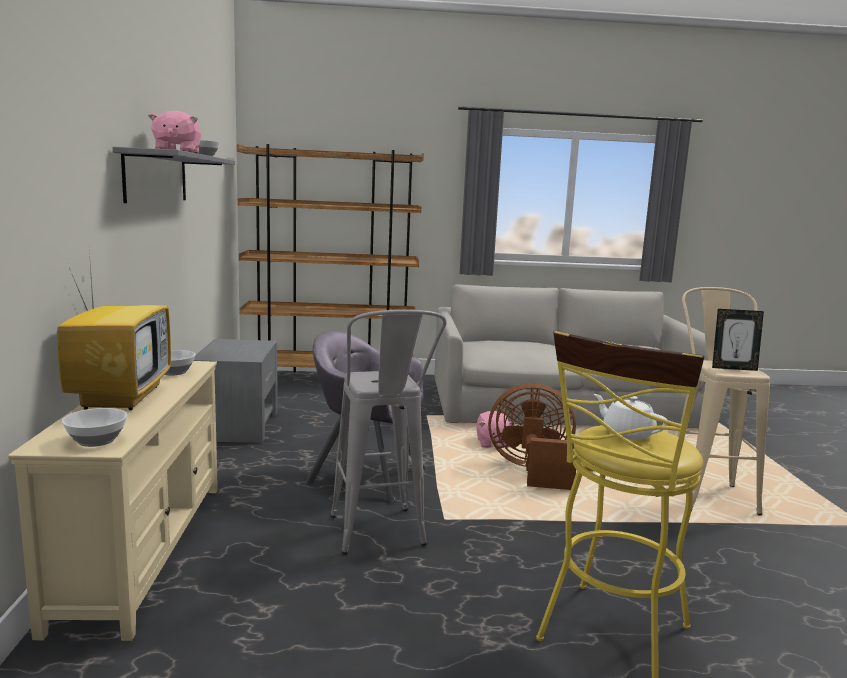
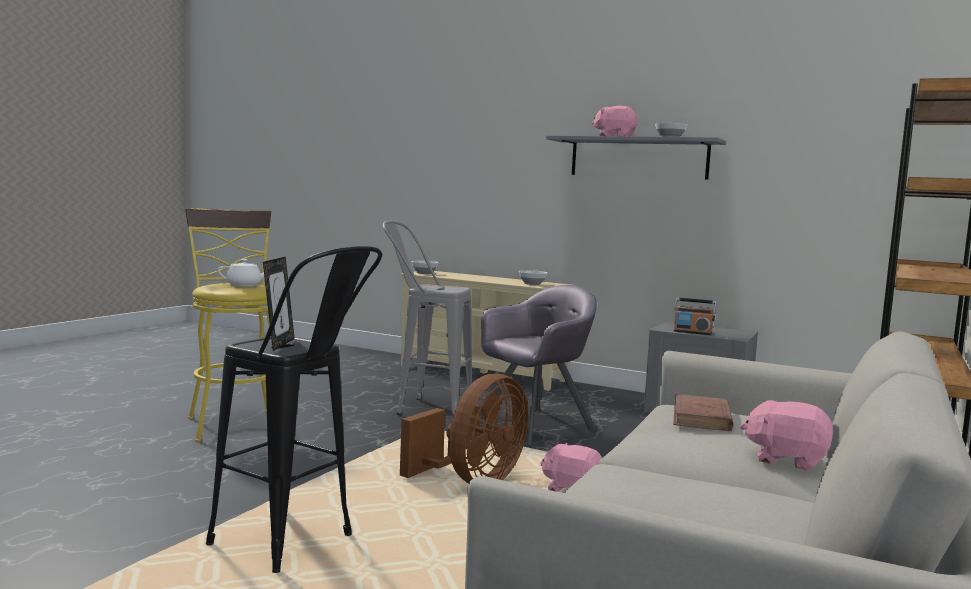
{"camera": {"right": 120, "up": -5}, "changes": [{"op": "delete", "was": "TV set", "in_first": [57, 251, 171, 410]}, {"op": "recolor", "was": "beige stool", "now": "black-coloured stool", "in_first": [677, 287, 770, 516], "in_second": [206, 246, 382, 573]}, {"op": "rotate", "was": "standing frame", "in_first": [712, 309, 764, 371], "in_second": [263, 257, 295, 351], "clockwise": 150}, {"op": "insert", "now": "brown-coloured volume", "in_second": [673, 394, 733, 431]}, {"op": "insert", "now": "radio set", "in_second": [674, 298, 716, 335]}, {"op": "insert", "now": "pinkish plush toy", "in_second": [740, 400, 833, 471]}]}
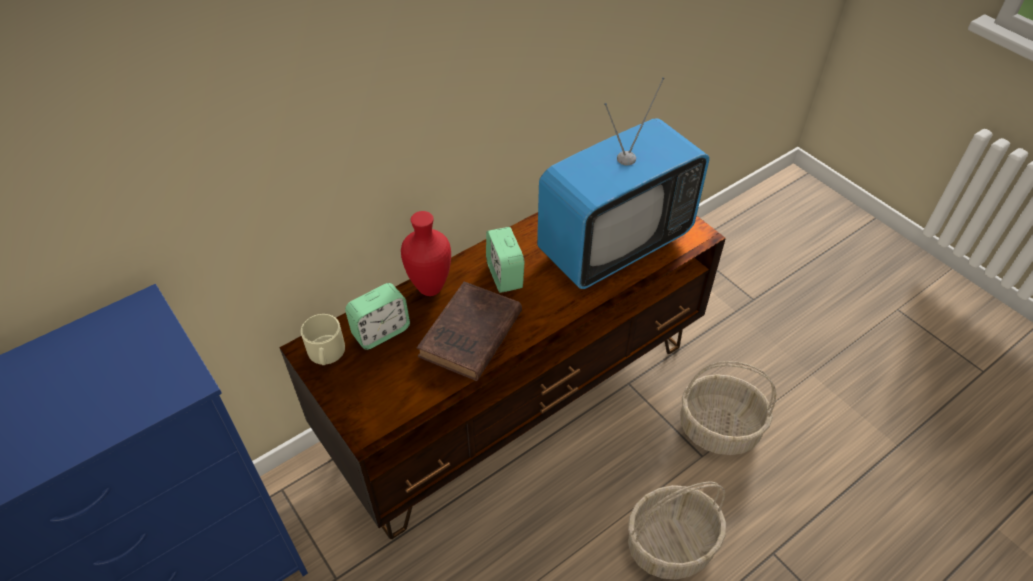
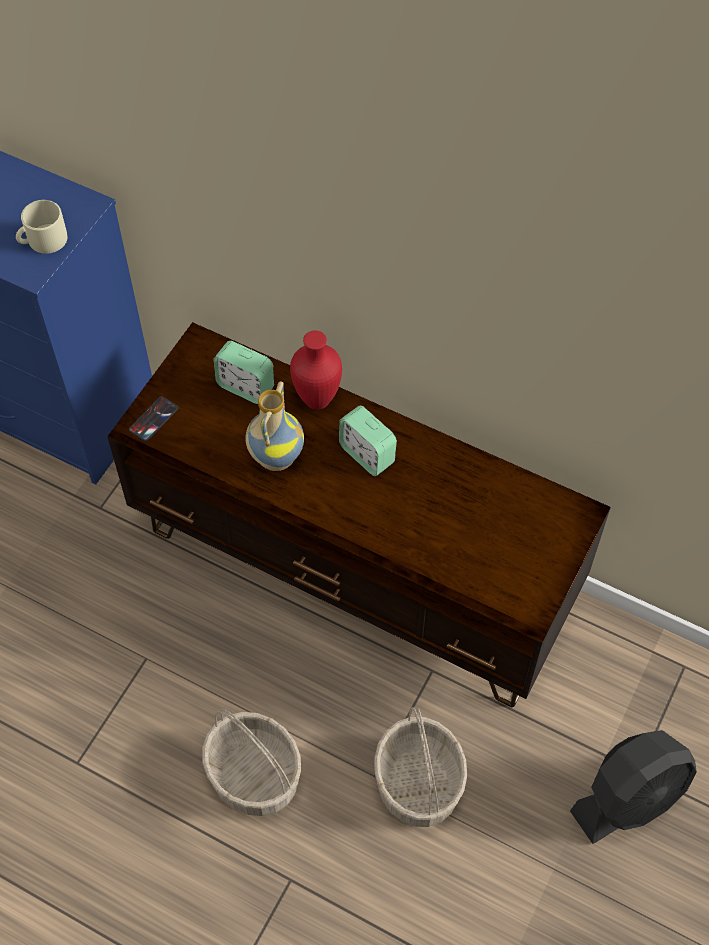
{"camera": {"right": 65, "up": 10}, "changes": [{"op": "move", "was": "beige mug", "in_first": [301, 314, 345, 365], "in_second": [16, 200, 68, 254]}, {"op": "replace", "was": "brown-coloured volume", "now": "decorative vase", "in_first": [417, 282, 522, 381], "in_second": [245, 381, 304, 471]}, {"op": "rotate", "was": "alarm clock", "in_first": [486, 227, 524, 293], "in_second": [339, 406, 397, 476], "clockwise": -90}, {"op": "delete", "was": "TV set", "in_first": [537, 77, 710, 289]}, {"op": "insert", "now": "handset", "in_second": [129, 396, 179, 442]}, {"op": "insert", "now": "black-coloured electric fan", "in_second": [570, 730, 697, 844]}]}
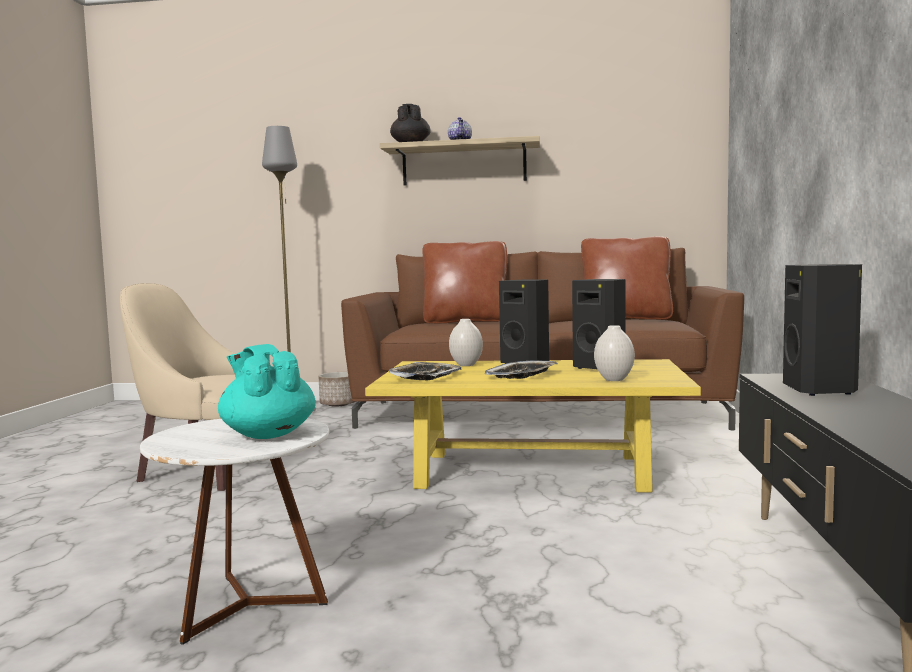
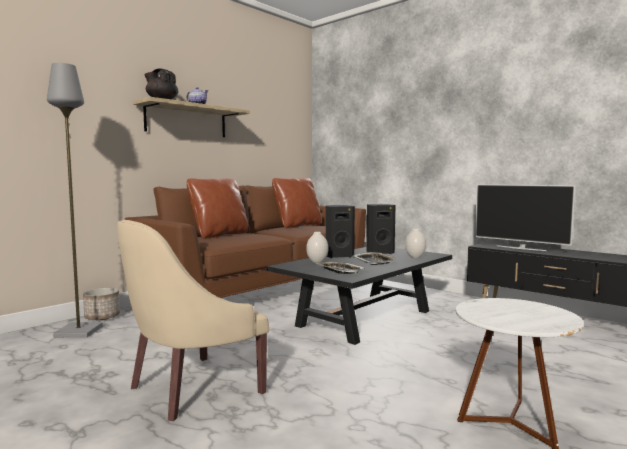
{"camera": {"right": -55, "up": 0}, "changes": [{"op": "delete", "was": "blue-green teapot", "in_first": [218, 344, 316, 439]}, {"op": "recolor", "was": "yellow-coloured low table", "now": "black-coloured low table", "in_first": [365, 359, 701, 493], "in_second": [267, 247, 452, 345]}, {"op": "replace", "was": "black-coloured speaker", "now": "TV set", "in_first": [783, 264, 862, 396], "in_second": [475, 184, 575, 251]}]}
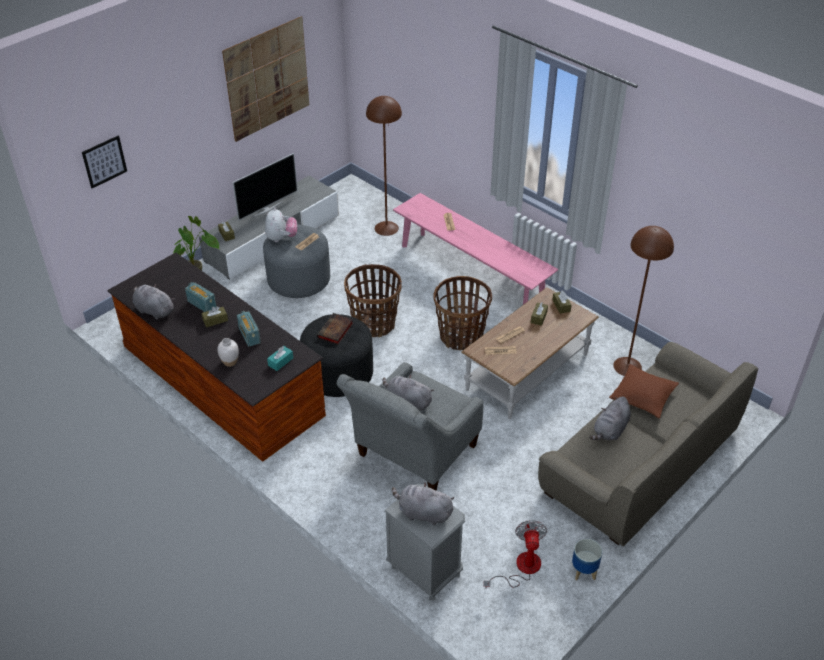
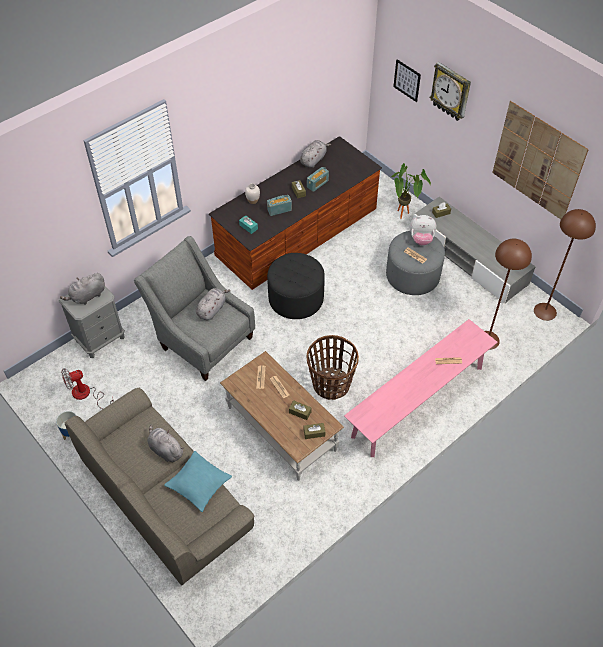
{"camera": {"right": 95, "up": 10}, "changes": [{"op": "delete", "was": "TV set", "in_first": [232, 153, 298, 221]}, {"op": "delete", "was": "volume", "in_first": [317, 313, 353, 345]}, {"op": "delete", "was": "basket", "in_first": [344, 264, 402, 337]}, {"op": "rotate", "was": "gray plush toy", "in_first": [392, 482, 454, 526], "in_second": [60, 273, 105, 305], "clockwise": -150}, {"op": "rotate", "was": "electric fan", "in_first": [483, 520, 547, 589], "in_second": [61, 368, 114, 409], "clockwise": 150}, {"op": "recolor", "was": "brown-coloured throw pillow", "now": "blue-green throw pillow", "in_first": [609, 364, 679, 418], "in_second": [164, 451, 232, 512]}, {"op": "move", "was": "brown-coloured standard lamp", "in_first": [613, 226, 674, 376], "in_second": [534, 209, 596, 321]}, {"op": "insert", "now": "wall clock", "in_second": [430, 62, 471, 121]}]}
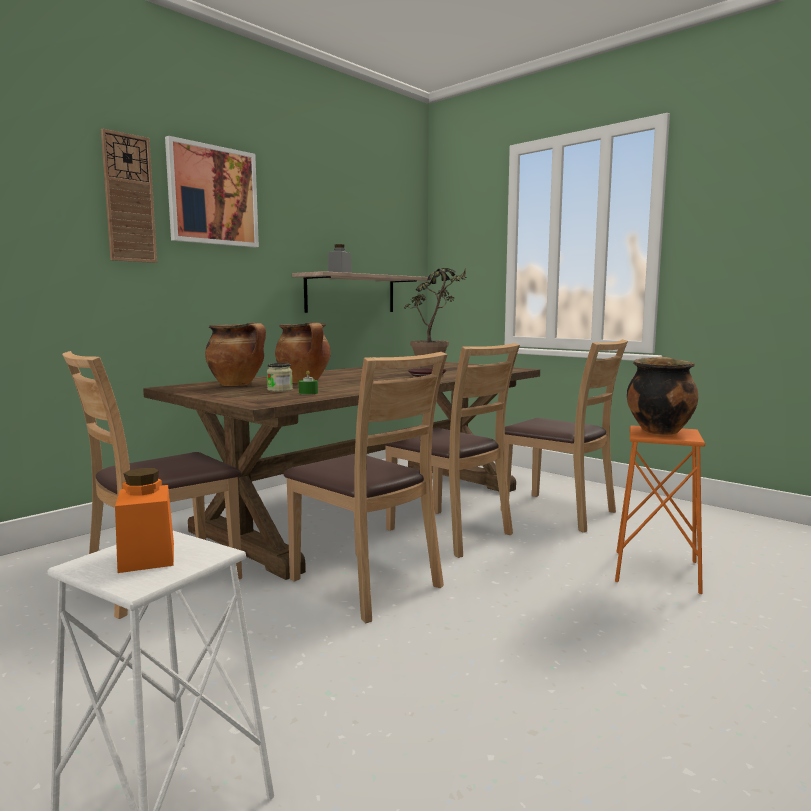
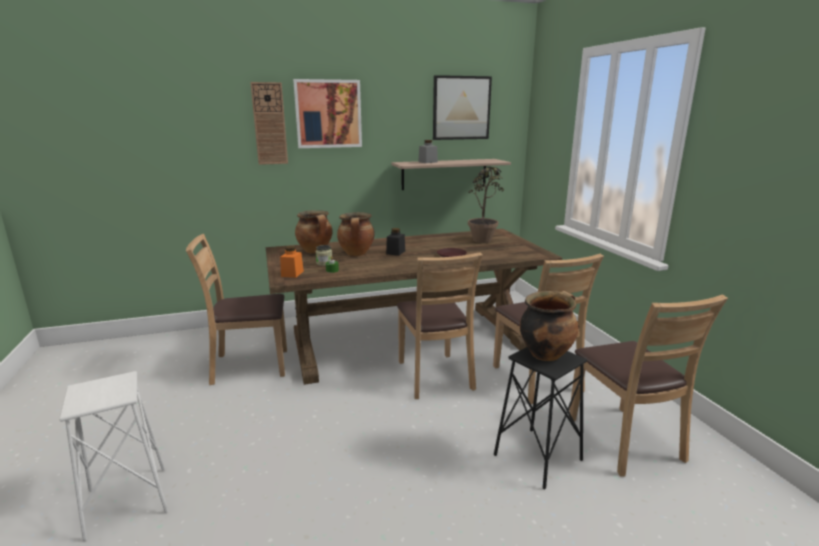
{"camera": {"right": 30, "up": 10}, "changes": [{"op": "move", "was": "orangey storage jar", "in_first": [115, 468, 174, 573], "in_second": [280, 246, 304, 278]}, {"op": "move", "was": "brown-coloured upright chair", "in_first": [283, 352, 448, 623], "in_second": [569, 294, 728, 477]}, {"op": "recolor", "was": "orangey stool", "now": "black-coloured stool", "in_first": [615, 425, 705, 594], "in_second": [494, 347, 587, 490]}, {"op": "insert", "now": "black-coloured storage jar", "in_second": [386, 228, 405, 256]}, {"op": "insert", "now": "wall picture", "in_second": [433, 75, 492, 140]}]}
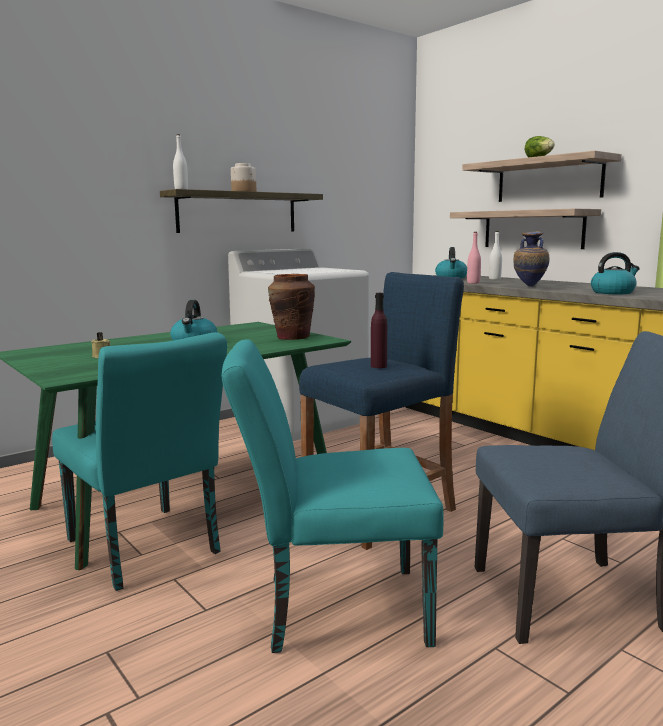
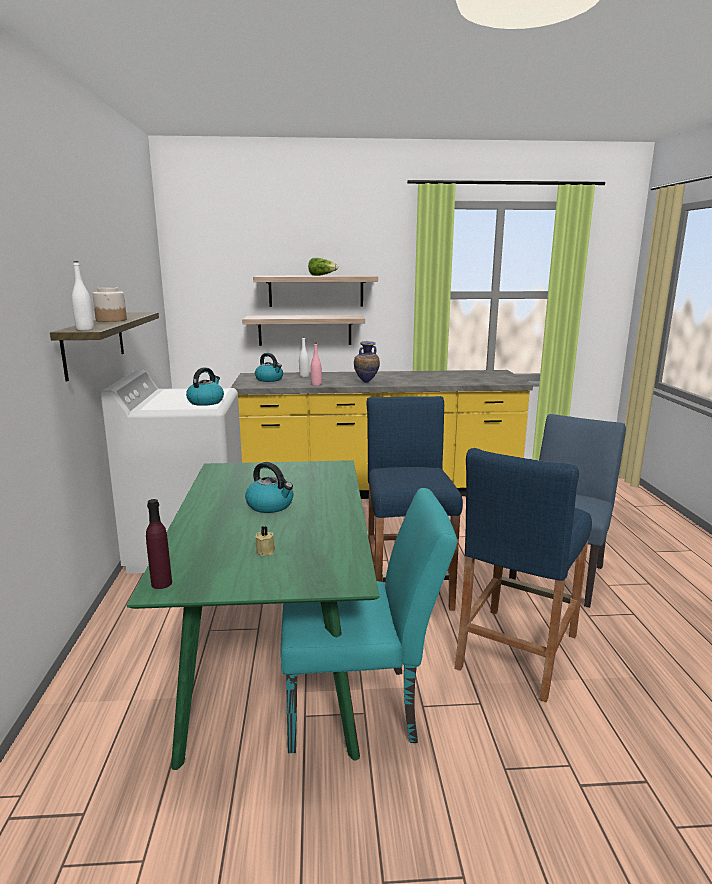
{"camera": {"right": -55, "up": 5}, "changes": [{"op": "replace", "was": "blue-green upright chair", "now": "bluish stool", "in_first": [222, 339, 444, 653], "in_second": [454, 448, 592, 702]}, {"op": "delete", "was": "brown-coloured decorative vase", "in_first": [268, 274, 315, 340]}, {"op": "move", "was": "purple-coloured drink bottle", "in_first": [371, 293, 387, 368], "in_second": [146, 499, 172, 589]}, {"op": "move", "was": "kettle", "in_first": [591, 252, 640, 294], "in_second": [186, 368, 224, 406]}]}
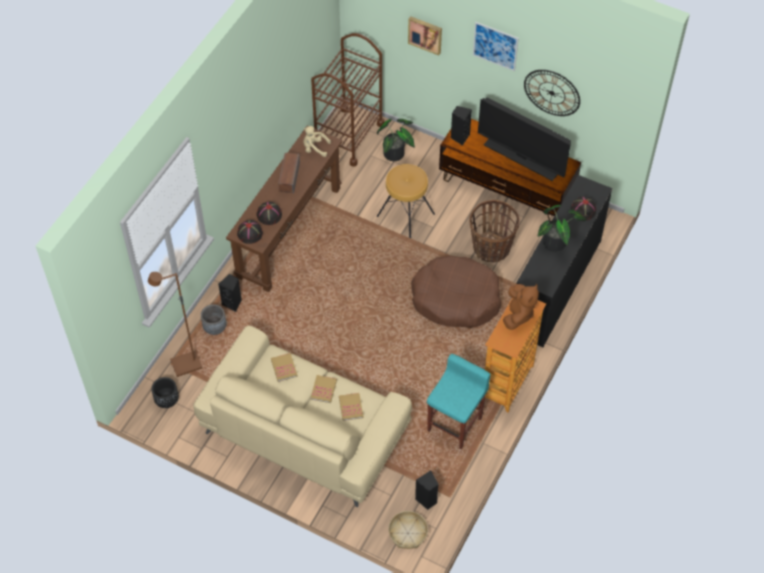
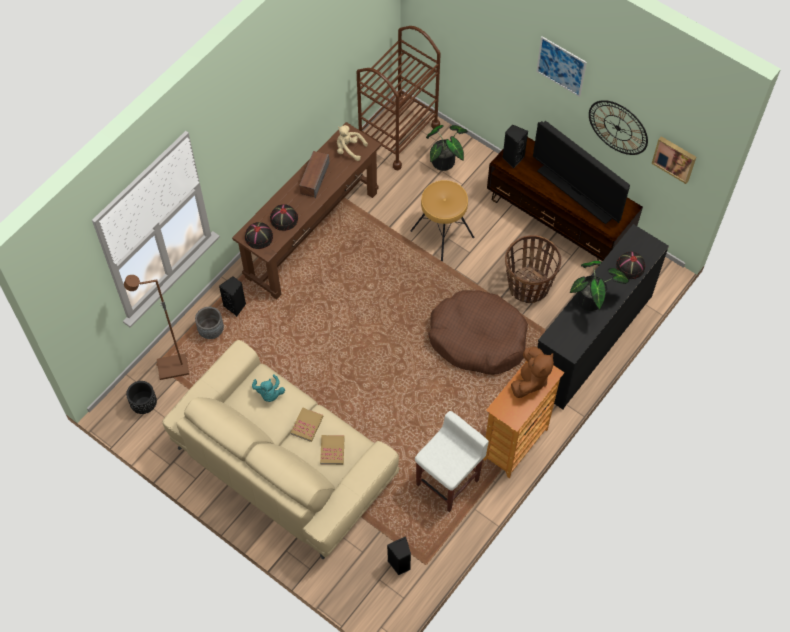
{"camera": {"right": 10, "up": 5}, "changes": [{"op": "replace", "was": "volume", "now": "blue-green plush toy", "in_first": [271, 353, 298, 382], "in_second": [252, 374, 285, 402]}, {"op": "delete", "was": "basket", "in_first": [388, 511, 428, 549]}, {"op": "move", "was": "wall picture", "in_first": [408, 16, 442, 55], "in_second": [651, 136, 696, 184]}, {"op": "recolor", "was": "blue-green stool", "now": "white stool", "in_first": [427, 354, 491, 449], "in_second": [415, 411, 489, 512]}]}
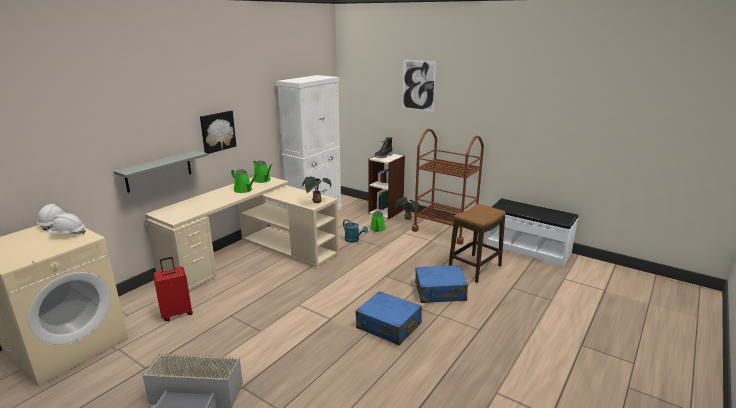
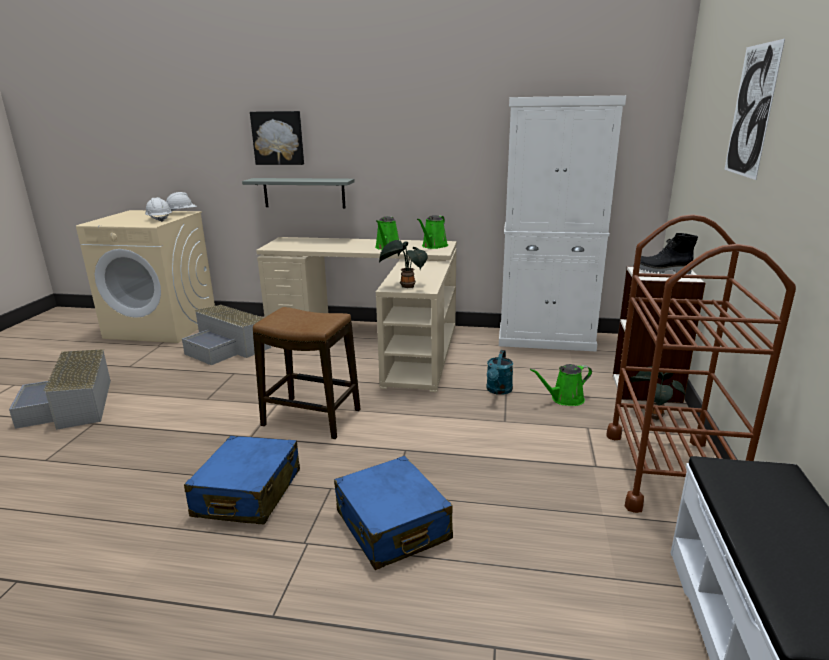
{"camera": {"right": 65, "up": 0}, "changes": [{"op": "replace", "was": "red suitcase", "now": "gray storage bin", "in_first": [153, 257, 193, 321], "in_second": [182, 305, 271, 365]}, {"op": "move", "was": "wall picture", "in_first": [200, 111, 236, 154], "in_second": [250, 111, 304, 165]}, {"op": "move", "was": "stool", "in_first": [449, 204, 506, 283], "in_second": [253, 307, 360, 439]}]}
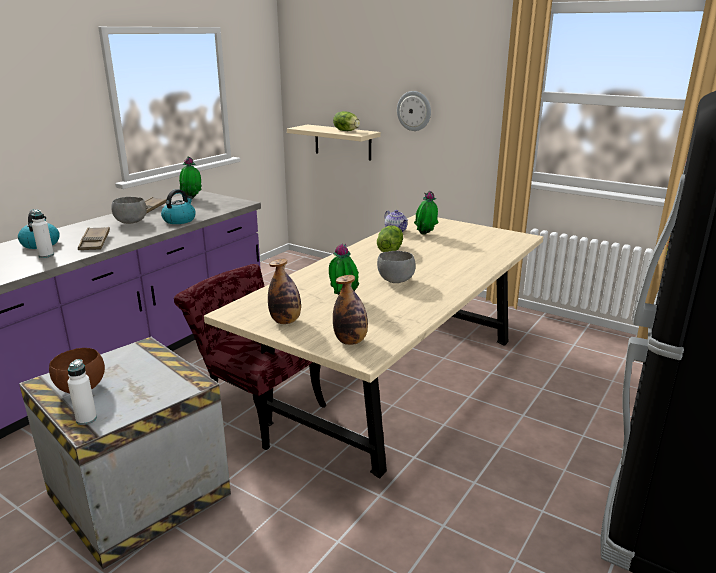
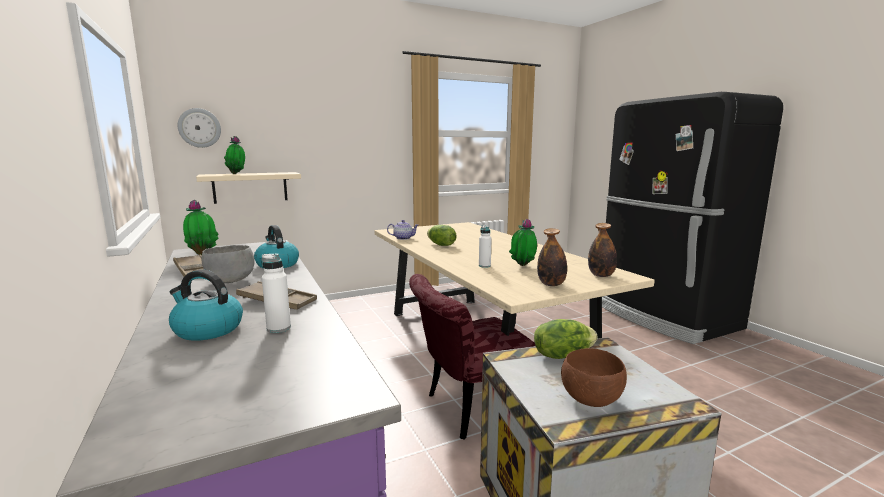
{"camera": {"right": -60, "up": -10}, "changes": [{"op": "move", "was": "white drink bottle", "in_first": [67, 359, 97, 425], "in_second": [479, 225, 492, 268]}, {"op": "move", "was": "lettuce head", "in_first": [333, 111, 360, 131], "in_second": [534, 319, 597, 359]}, {"op": "delete", "was": "gray serving bowl", "in_first": [377, 251, 416, 283]}, {"op": "move", "was": "wall clock", "in_first": [397, 91, 431, 131], "in_second": [178, 108, 221, 148]}, {"op": "move", "was": "potted plant", "in_first": [414, 191, 438, 235], "in_second": [224, 136, 245, 174]}]}
